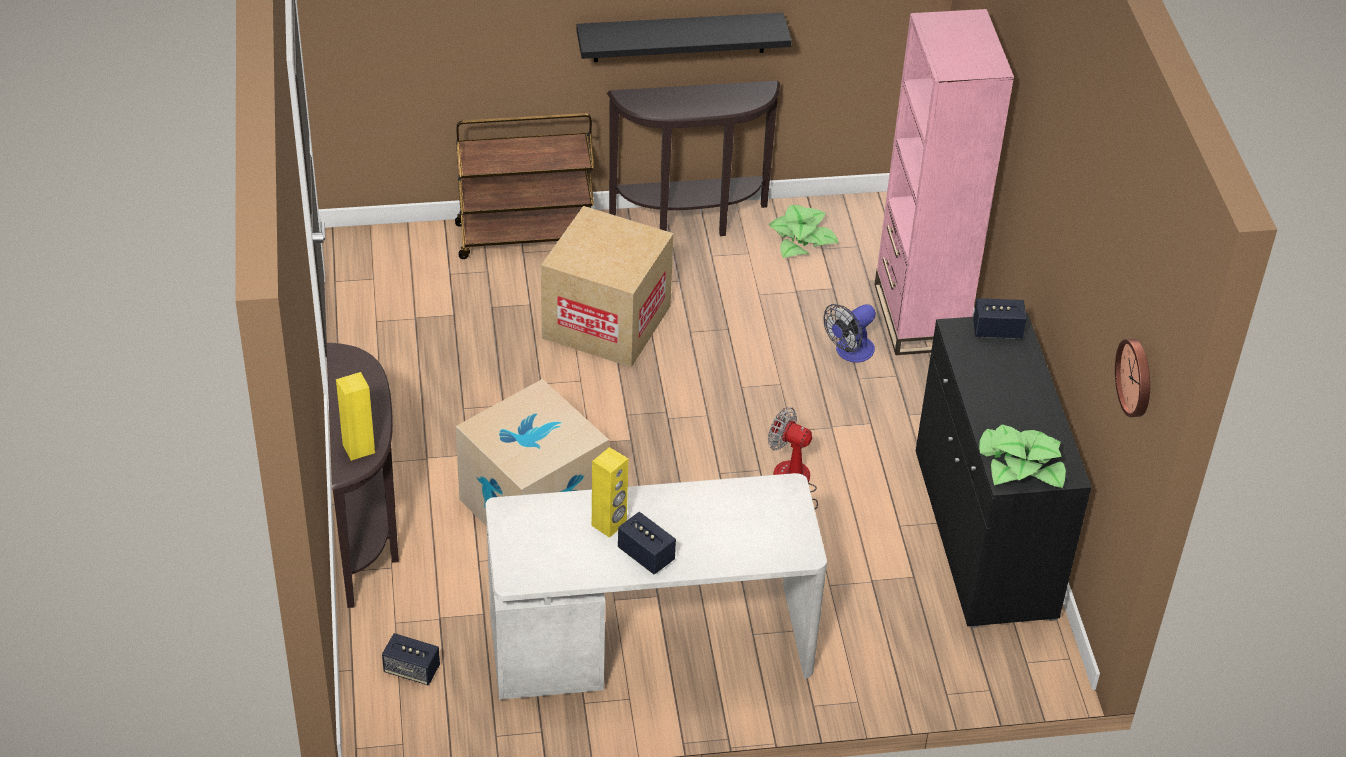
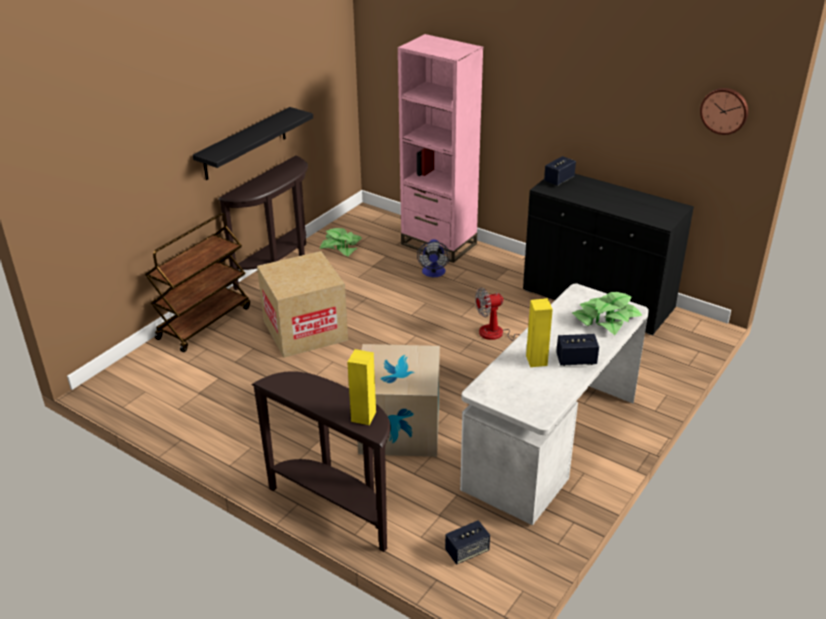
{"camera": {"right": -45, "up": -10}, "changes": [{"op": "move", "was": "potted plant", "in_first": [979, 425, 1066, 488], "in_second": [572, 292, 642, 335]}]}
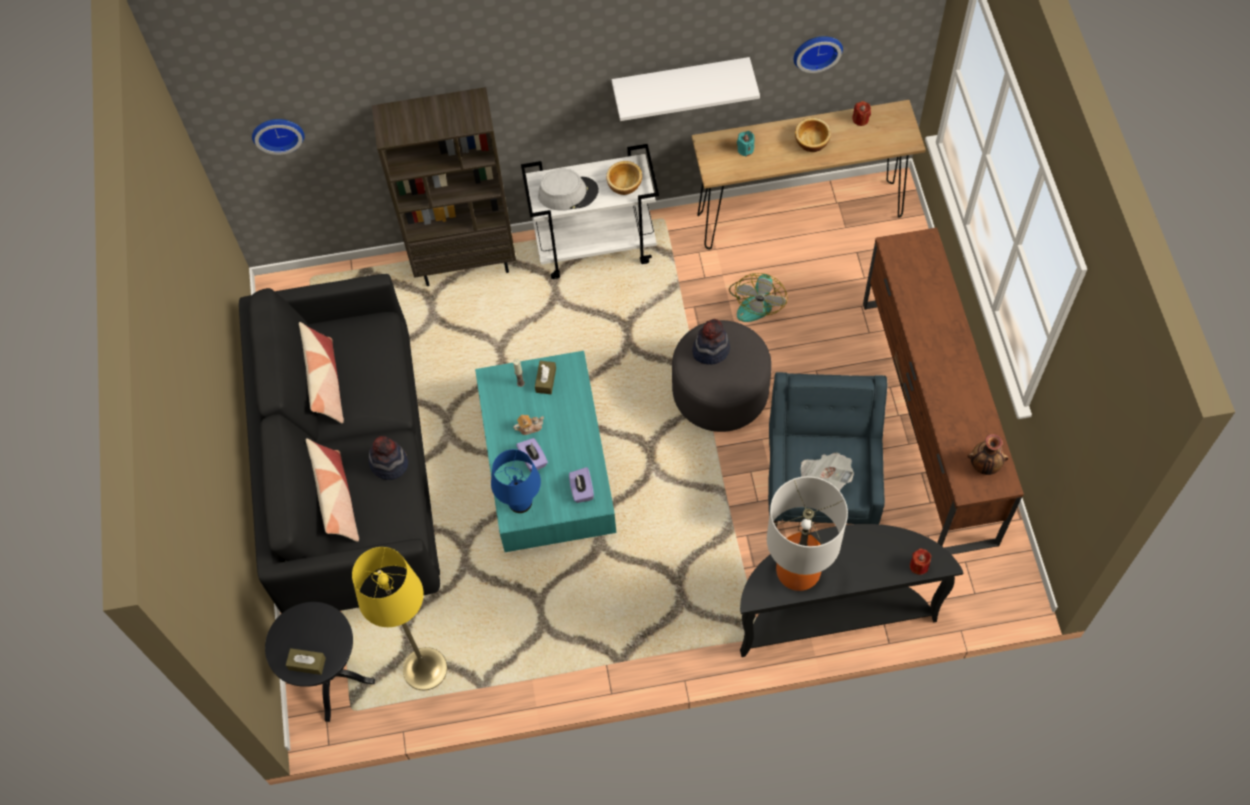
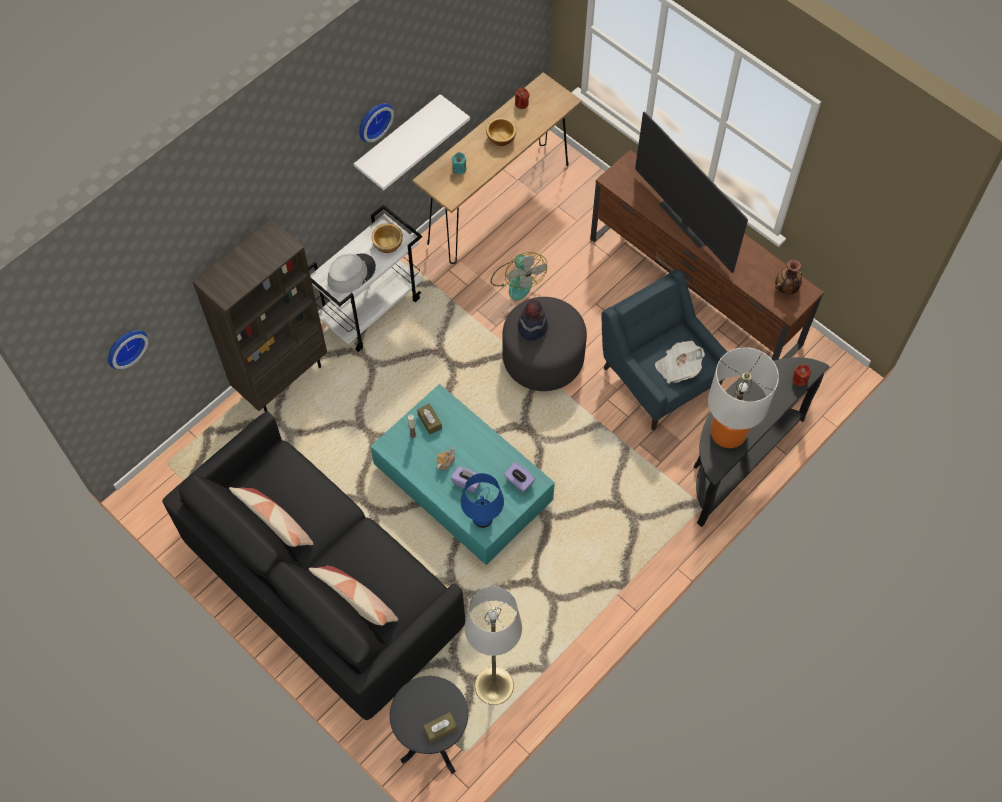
{"camera": {"right": -40, "up": 0}, "changes": [{"op": "recolor", "was": "yellow-coloured standard lamp", "now": "gray standard lamp", "in_first": [352, 547, 447, 690], "in_second": [464, 586, 522, 705]}, {"op": "delete", "was": "clothing hat", "in_first": [369, 436, 408, 480]}, {"op": "move", "was": "wall clock", "in_first": [794, 36, 843, 73], "in_second": [359, 103, 394, 142]}, {"op": "insert", "now": "TV set", "in_second": [635, 112, 748, 273]}]}
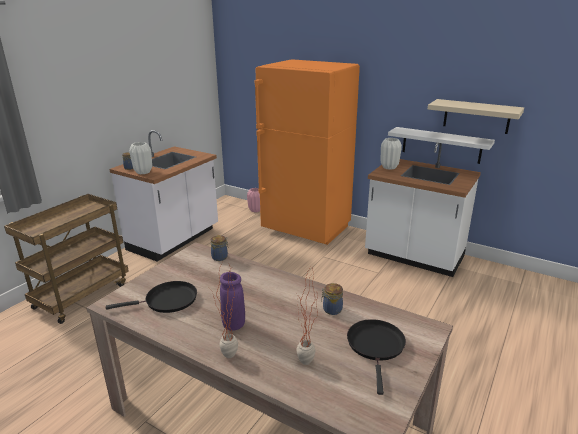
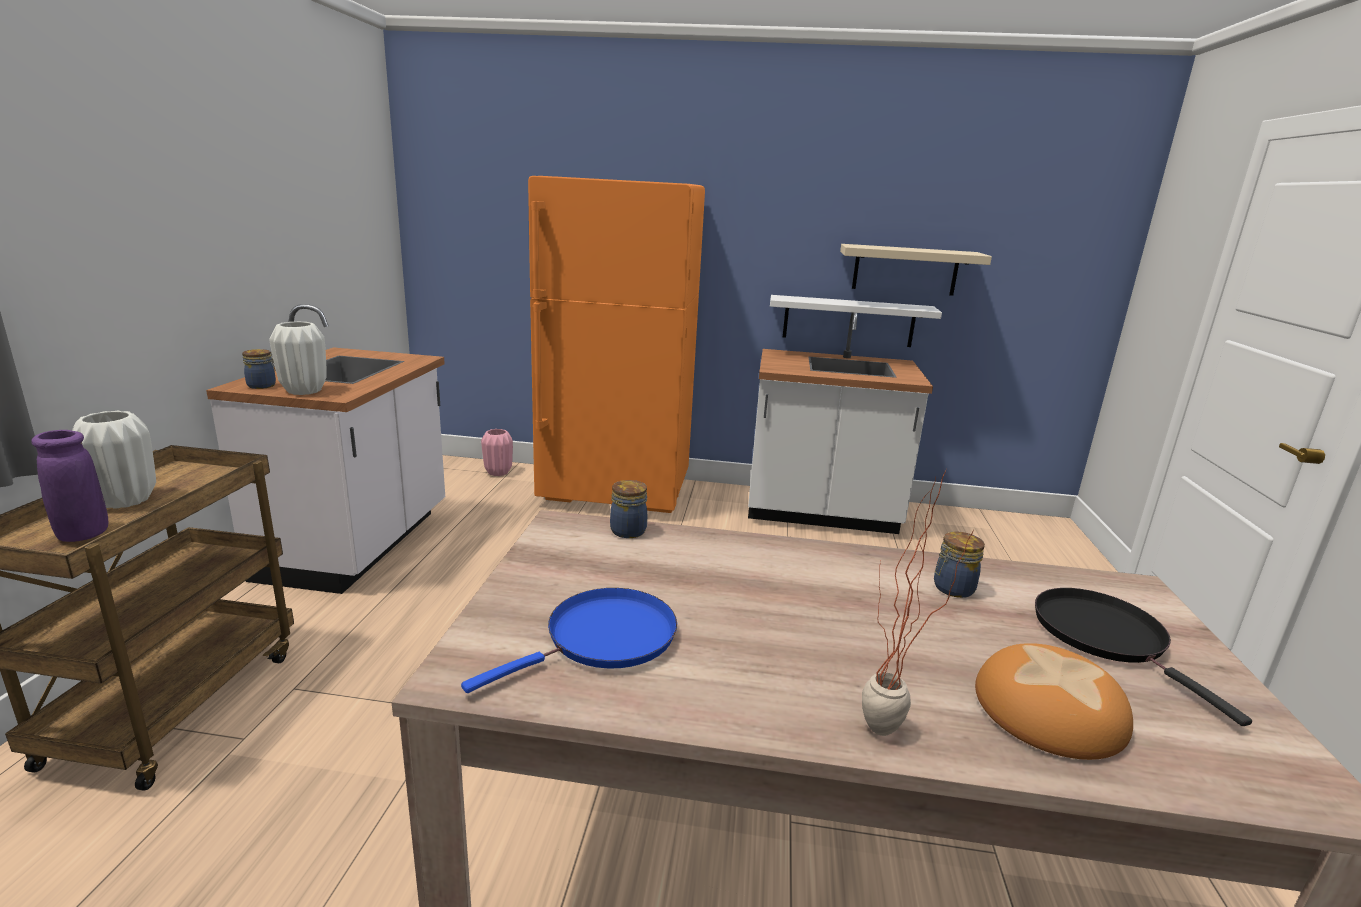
{"camera": {"right": -25, "up": -5}, "changes": [{"op": "recolor", "was": "black-coloured frying pan", "now": "bluish frying pan", "in_first": [106, 281, 197, 313], "in_second": [461, 588, 677, 693]}, {"op": "move", "was": "purple-coloured decorative vase", "in_first": [220, 272, 245, 331], "in_second": [31, 430, 108, 542]}, {"op": "replace", "was": "potted plant", "now": "bread", "in_first": [296, 267, 318, 365], "in_second": [975, 643, 1133, 760]}, {"op": "move", "was": "white decorative vase", "in_first": [381, 138, 402, 170], "in_second": [72, 411, 156, 509]}]}
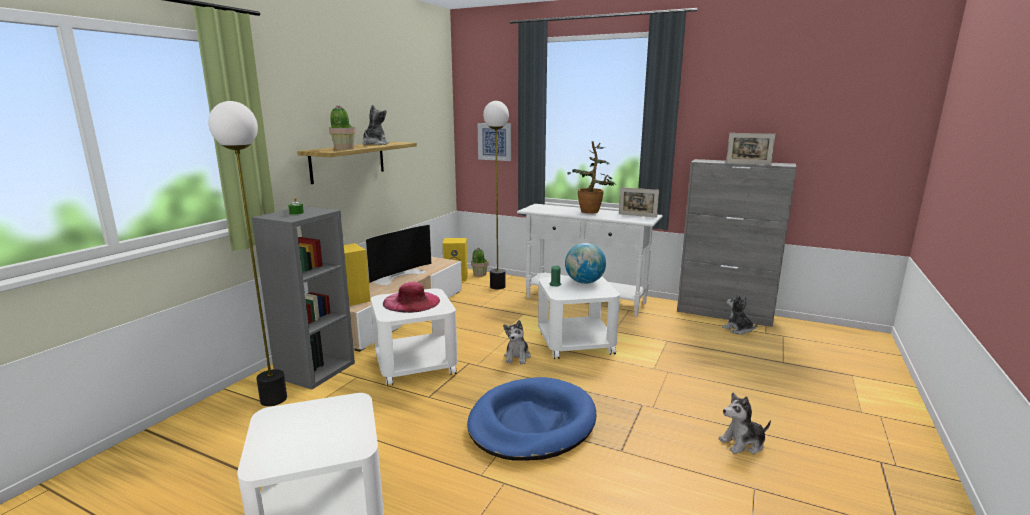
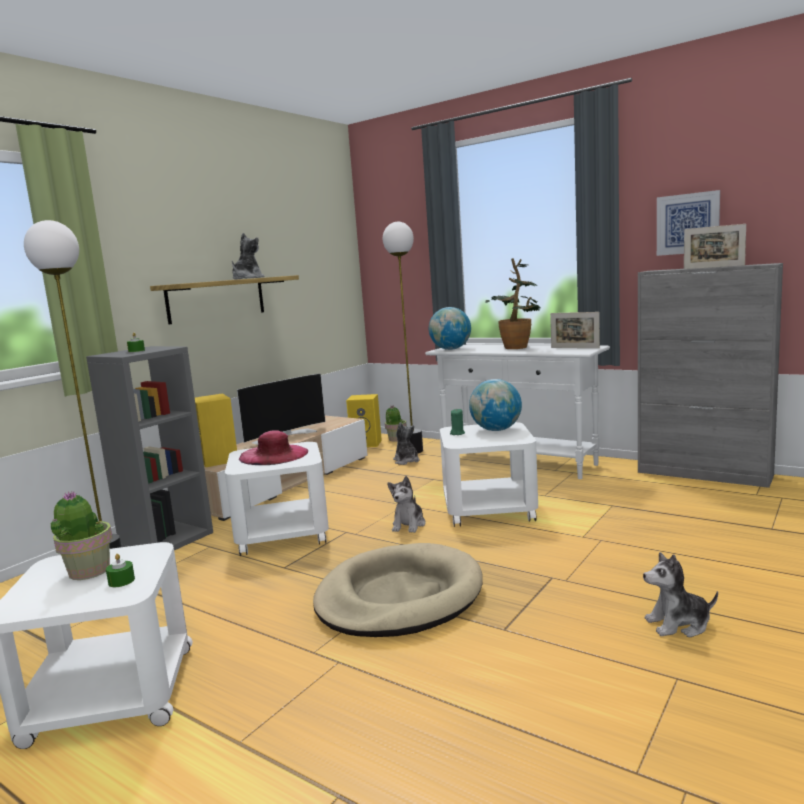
{"camera": {"right": 10, "up": -5}, "changes": [{"op": "move", "was": "potted plant", "in_first": [329, 105, 356, 150], "in_second": [51, 492, 113, 580]}, {"op": "recolor", "was": "bluish dog bed", "now": "beige dog bed", "in_first": [467, 377, 597, 461], "in_second": [313, 543, 483, 637]}, {"op": "move", "was": "wall picture", "in_first": [478, 123, 511, 161], "in_second": [657, 190, 720, 256]}, {"op": "move", "was": "plush toy", "in_first": [722, 294, 758, 335], "in_second": [393, 422, 419, 465]}, {"op": "insert", "now": "green-coloured wax light", "in_second": [106, 554, 135, 587]}, {"op": "insert", "now": "globe", "in_second": [429, 307, 471, 350]}]}
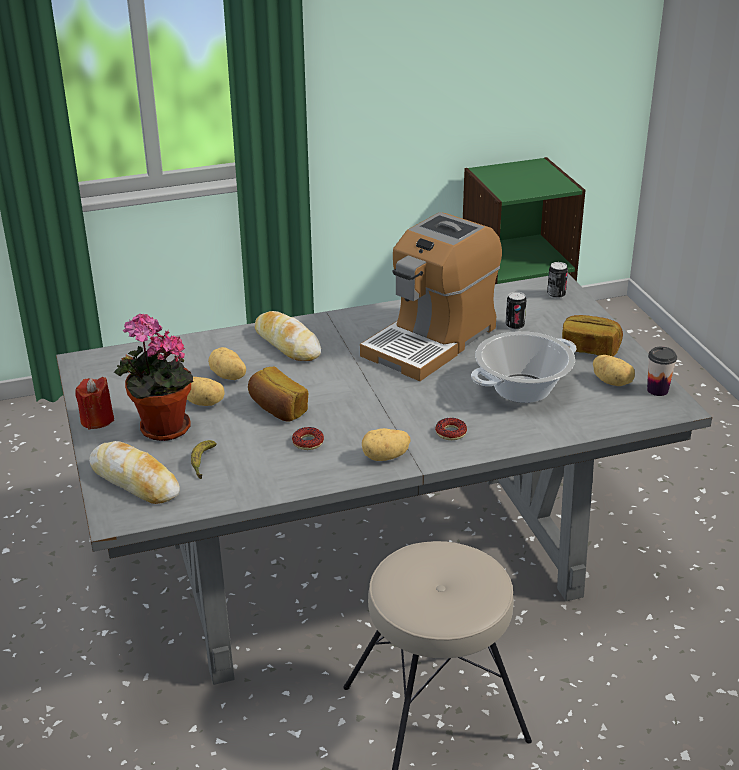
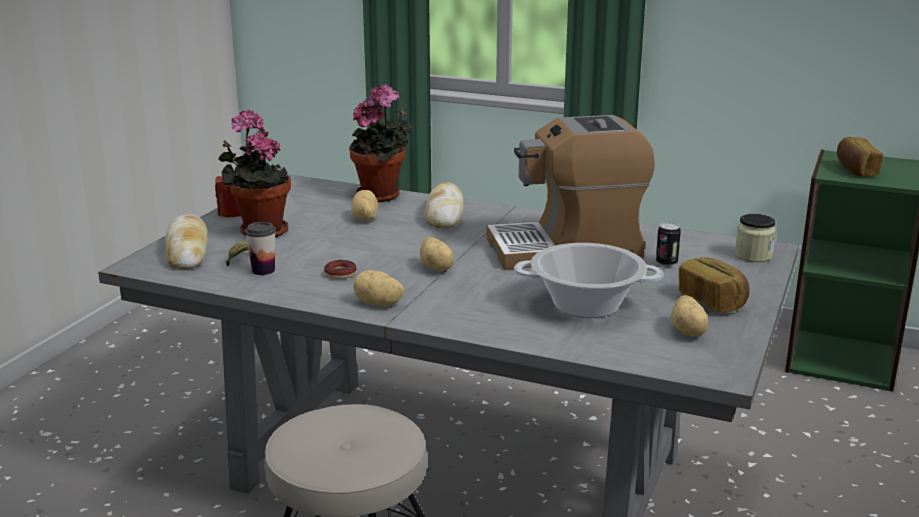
{"camera": {"right": 40, "up": -10}, "changes": [{"op": "move", "was": "spud", "in_first": [187, 377, 225, 406], "in_second": [420, 237, 454, 271]}, {"op": "move", "was": "bread", "in_first": [248, 367, 308, 422], "in_second": [837, 137, 884, 177]}, {"op": "delete", "was": "ring doughnut", "in_first": [435, 418, 467, 440]}, {"op": "replace", "was": "sealed can", "now": "storage jar", "in_first": [547, 262, 568, 299], "in_second": [735, 214, 776, 262]}, {"op": "move", "was": "cup", "in_first": [647, 346, 677, 396], "in_second": [245, 222, 276, 275]}, {"op": "insert", "now": "potted plant", "in_second": [349, 84, 414, 202]}]}
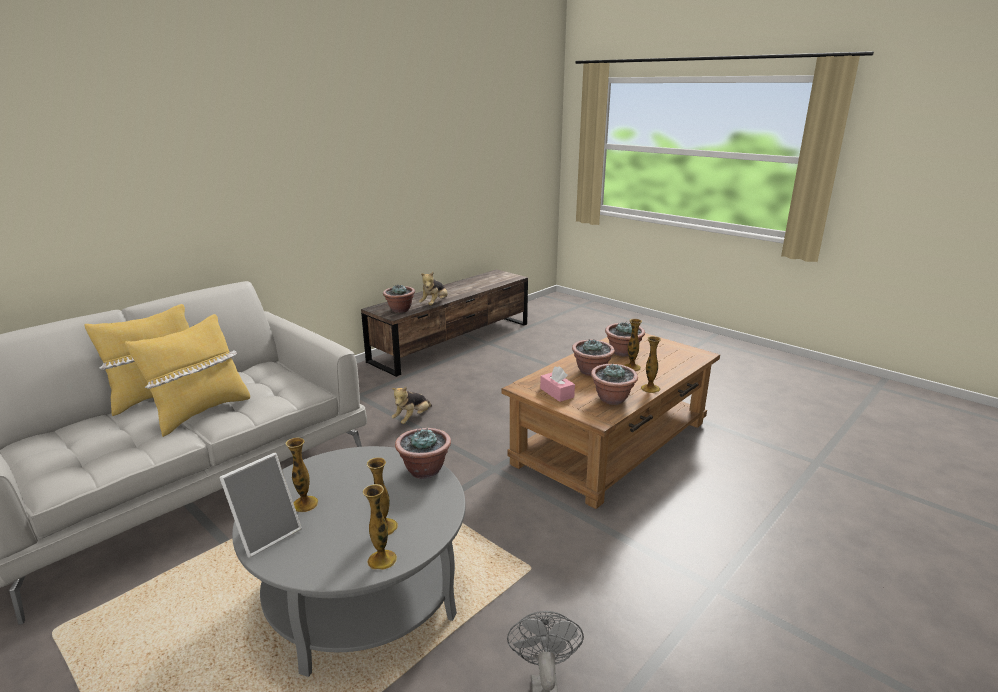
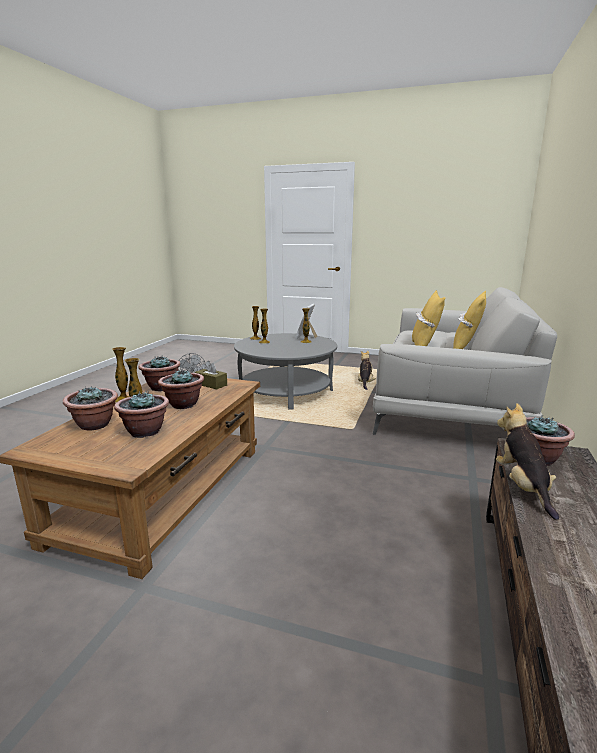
{"camera": {"right": 155, "up": -5}, "changes": [{"op": "move", "was": "plush toy", "in_first": [391, 387, 432, 424], "in_second": [358, 351, 376, 390]}, {"op": "move", "was": "potted plant", "in_first": [395, 428, 451, 479], "in_second": [63, 386, 118, 430]}, {"op": "recolor", "was": "pinkish tissue holder", "now": "brown-coloured tissue holder", "in_first": [540, 366, 575, 402], "in_second": [195, 361, 227, 390]}]}
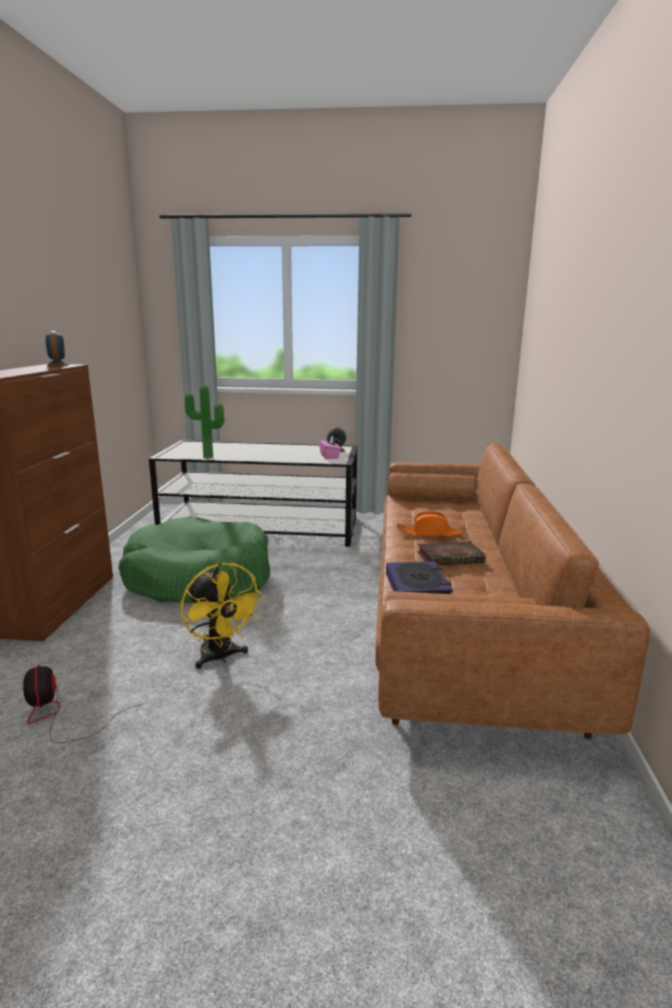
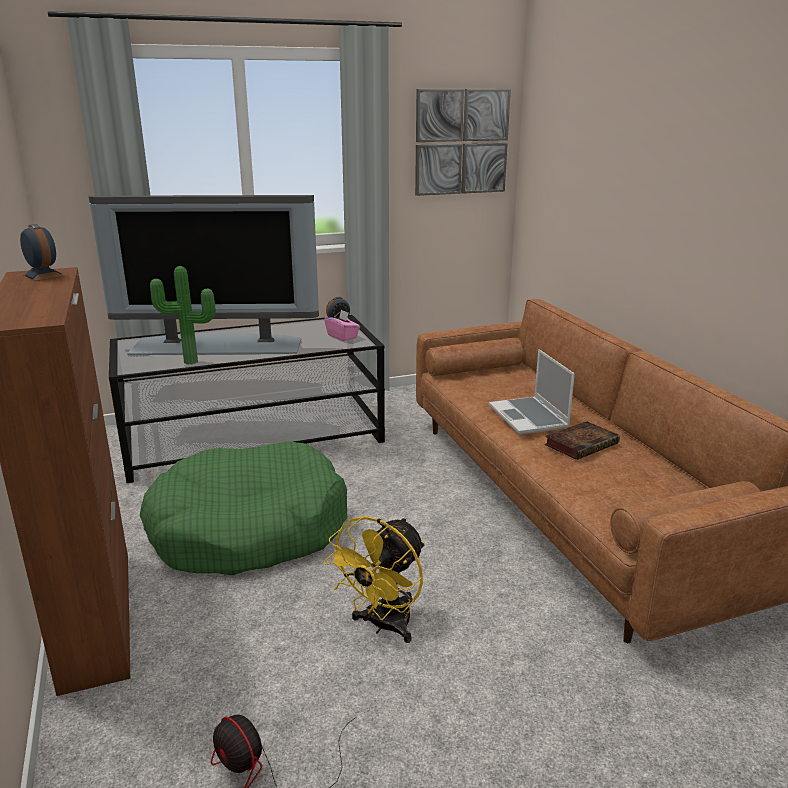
{"camera": {"right": -25, "up": 5}, "changes": [{"op": "rotate", "was": "yellow-coloured electric fan", "in_first": [180, 563, 264, 669], "in_second": [324, 516, 425, 643], "clockwise": 90}, {"op": "delete", "was": "volume", "in_first": [386, 561, 453, 594]}, {"op": "replace", "was": "orangey clothing hat", "now": "laptop", "in_first": [397, 511, 466, 537], "in_second": [489, 349, 575, 435]}, {"op": "insert", "now": "TV set", "in_second": [89, 195, 319, 355]}, {"op": "insert", "now": "wall picture", "in_second": [415, 89, 511, 196]}]}
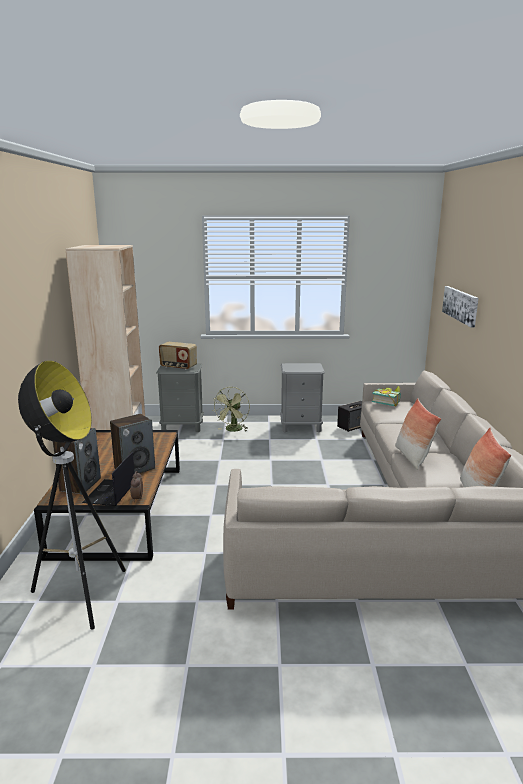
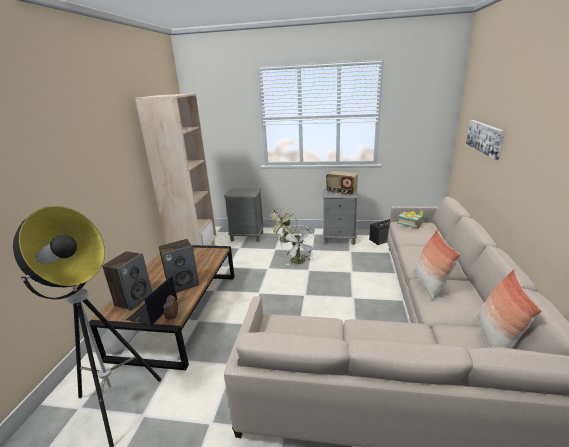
{"camera": {"right": 10, "up": 5}, "changes": [{"op": "move", "was": "radio set", "in_first": [159, 342, 197, 370], "in_second": [326, 171, 358, 195]}, {"op": "insert", "now": "white electric fan", "in_second": [281, 225, 316, 265]}]}
